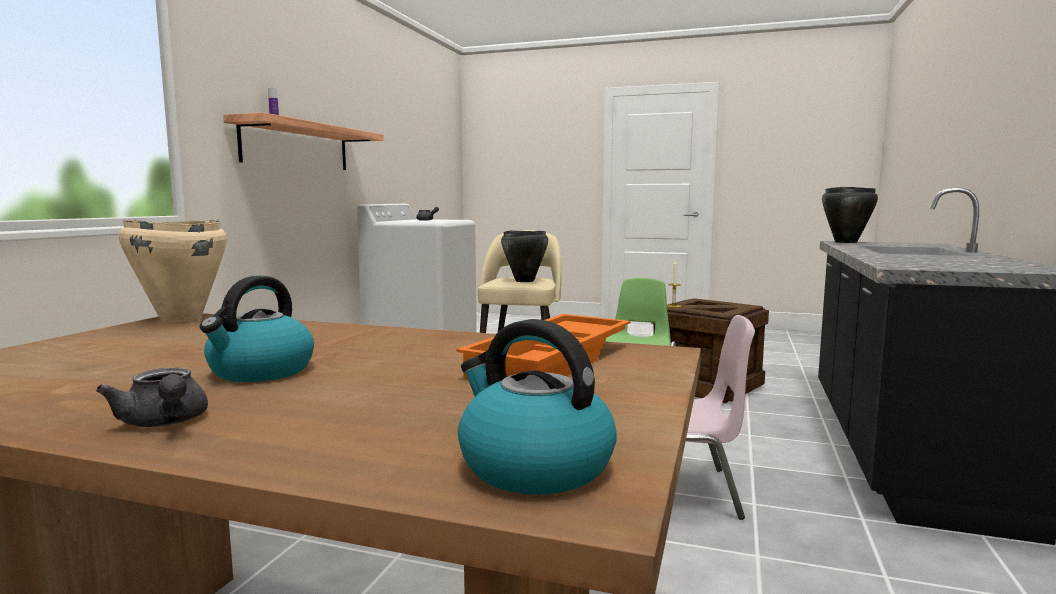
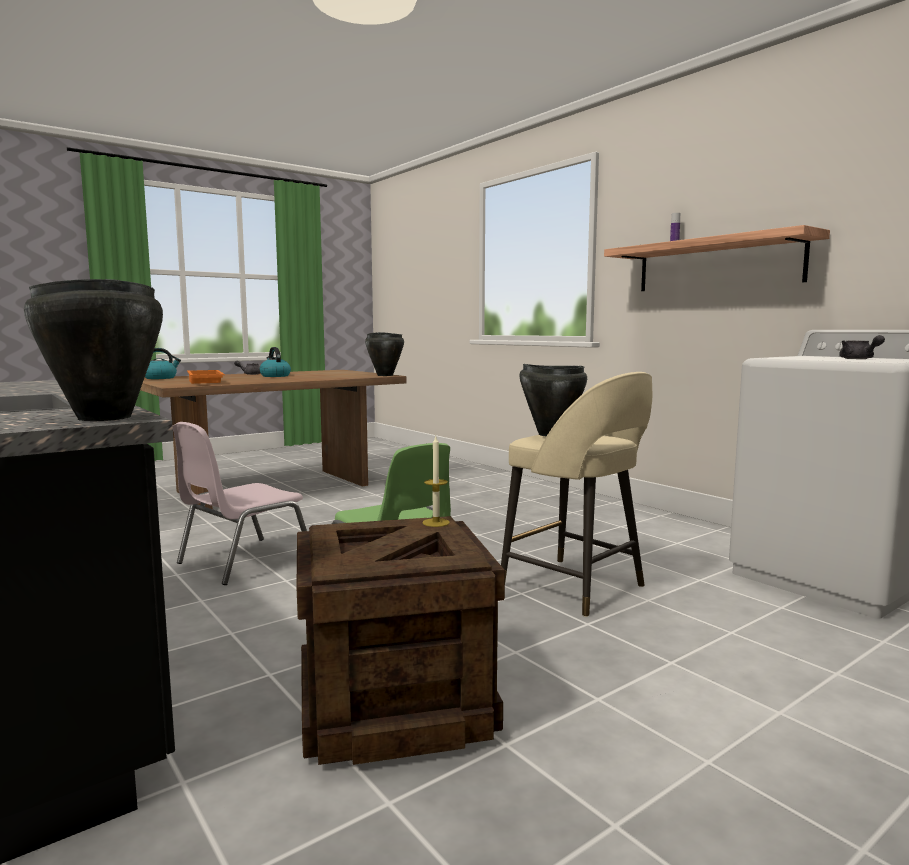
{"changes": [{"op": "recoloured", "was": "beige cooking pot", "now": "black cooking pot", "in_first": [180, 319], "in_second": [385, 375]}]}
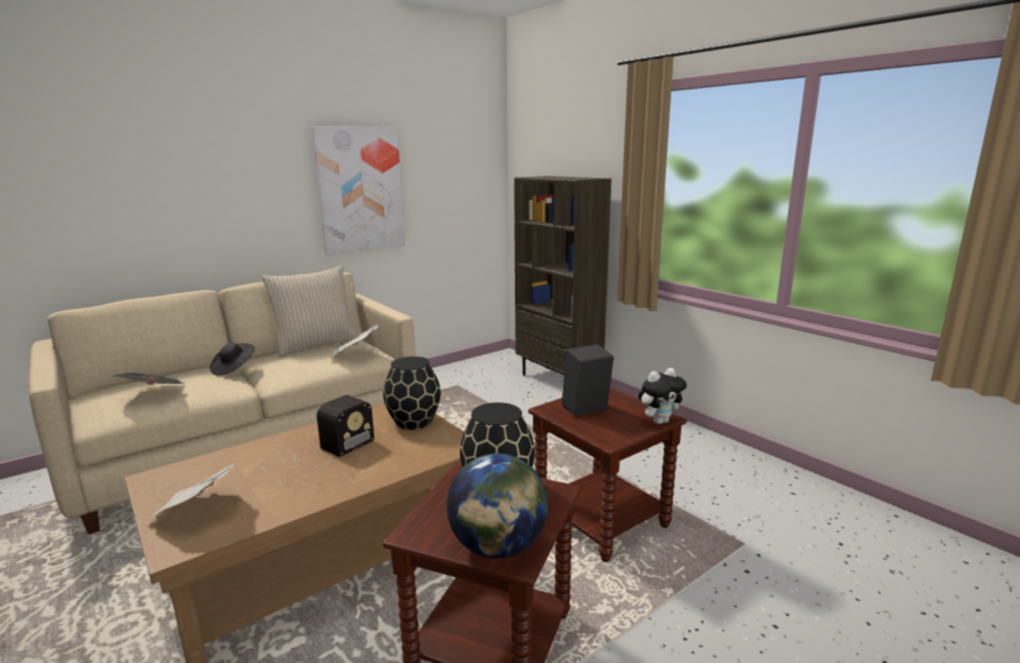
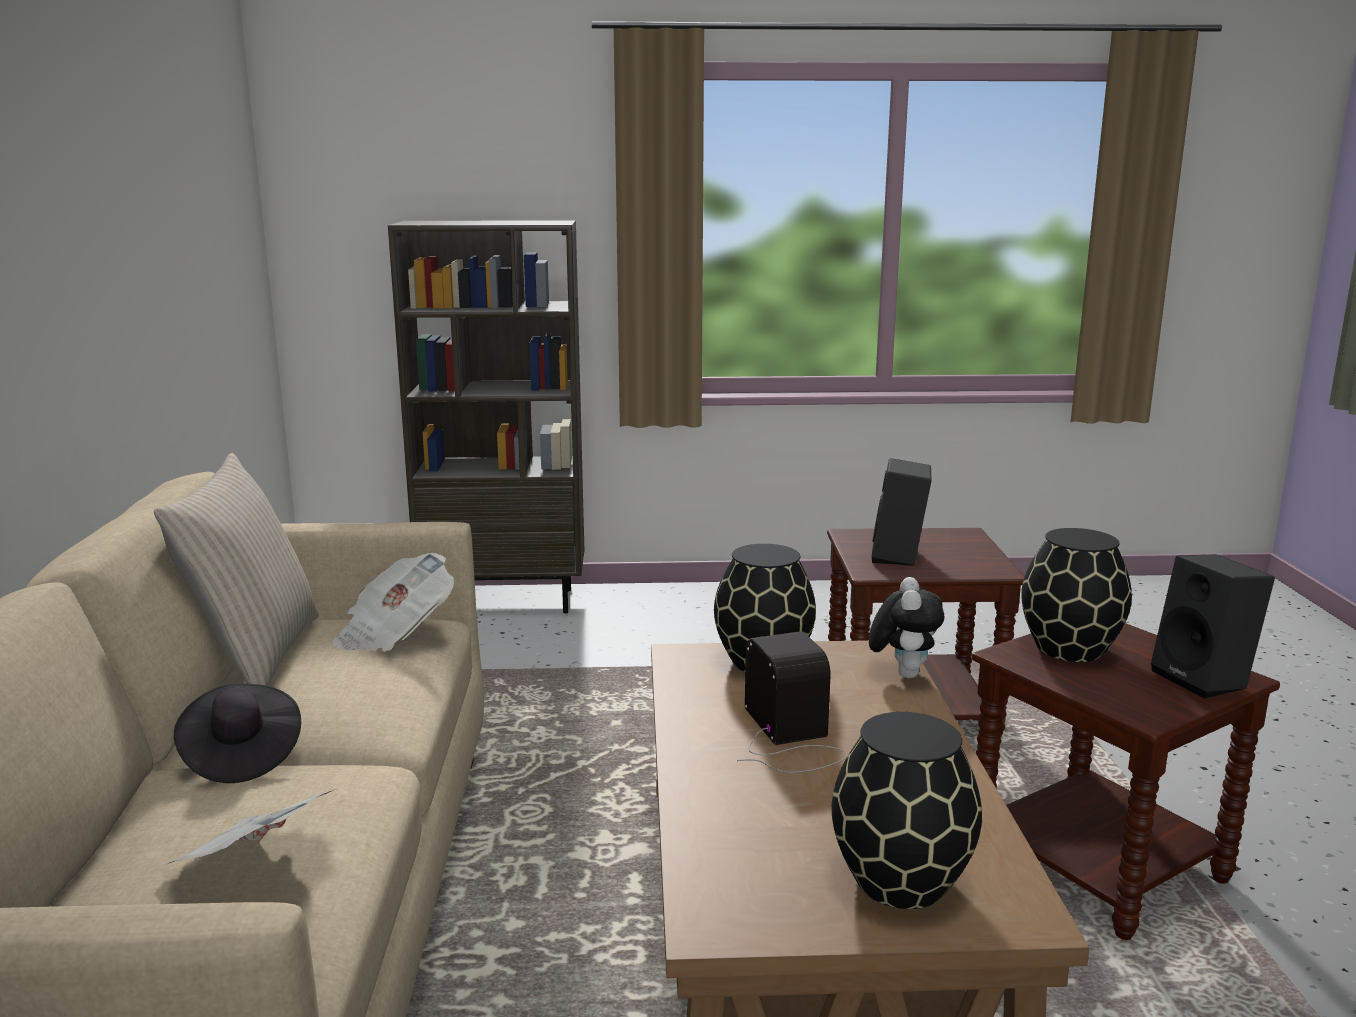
{"changes": [{"op": "replaced", "was": "newspaper", "now": "black vase", "in_first": [198, 509], "in_second": [900, 882]}, {"op": "moved", "was": "plush toy", "in_first": [659, 421], "in_second": [903, 673]}, {"op": "replaced", "was": "globe", "now": "black speaker", "in_first": [498, 547], "in_second": [1205, 680]}, {"op": "removed", "was": "picture", "in_first": [360, 189]}]}
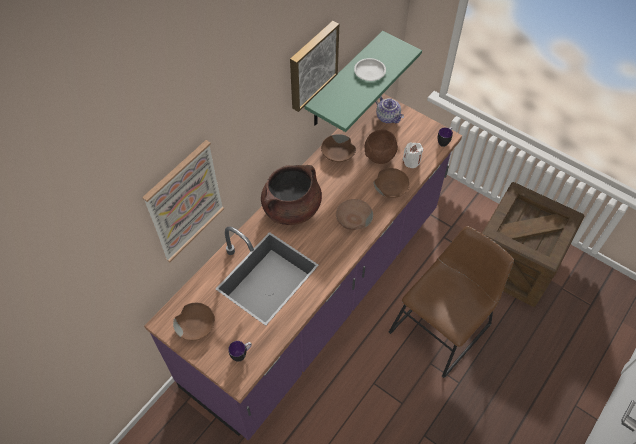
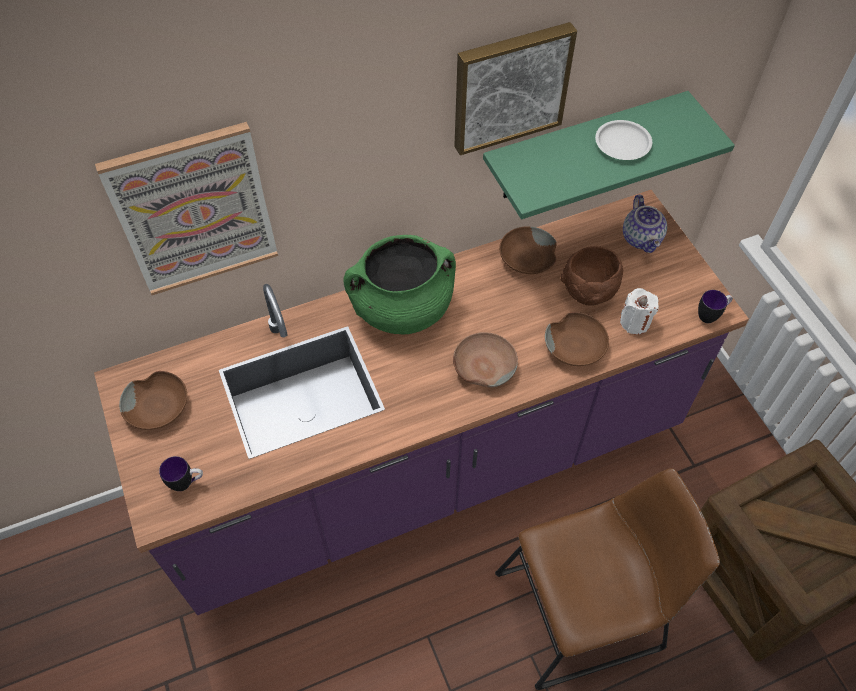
{"changes": [{"op": "recoloured", "was": "brown cooking pot", "now": "green cooking pot", "in_first": [291, 209], "in_second": [402, 308]}]}
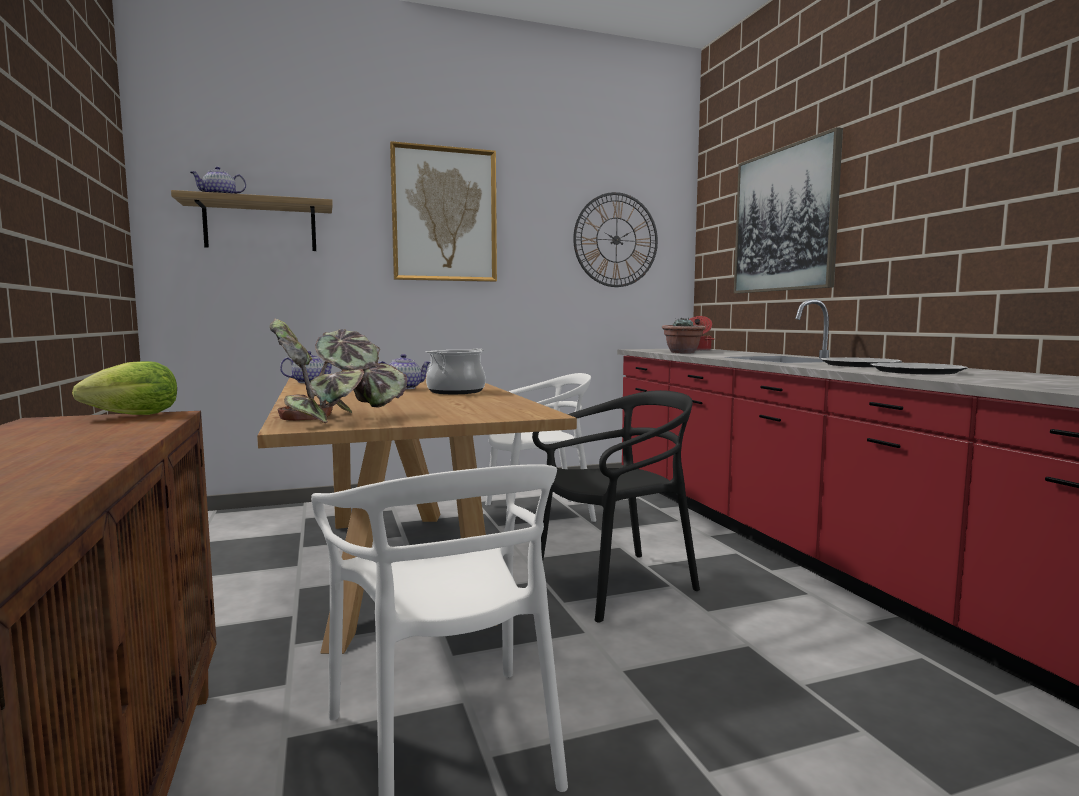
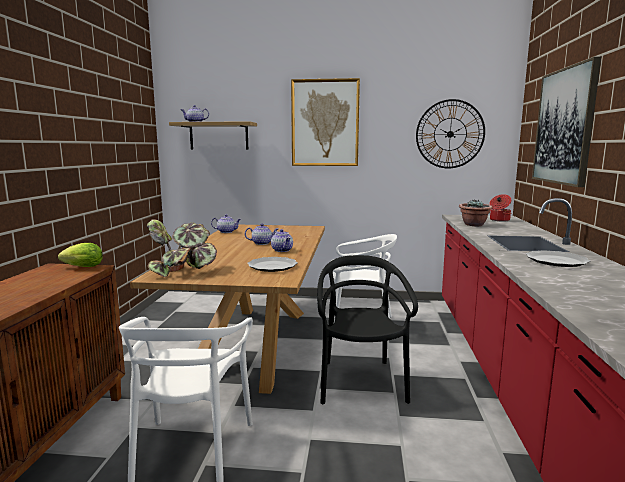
{"changes": [{"op": "moved", "was": "plate", "in_first": [917, 371], "in_second": [272, 266]}, {"op": "replaced", "was": "cooking pot", "now": "teapot", "in_first": [456, 391], "in_second": [282, 250]}, {"op": "turned", "was": "black chair", "in_first": [615, 583], "in_second": [360, 382], "clockwise": -90}]}
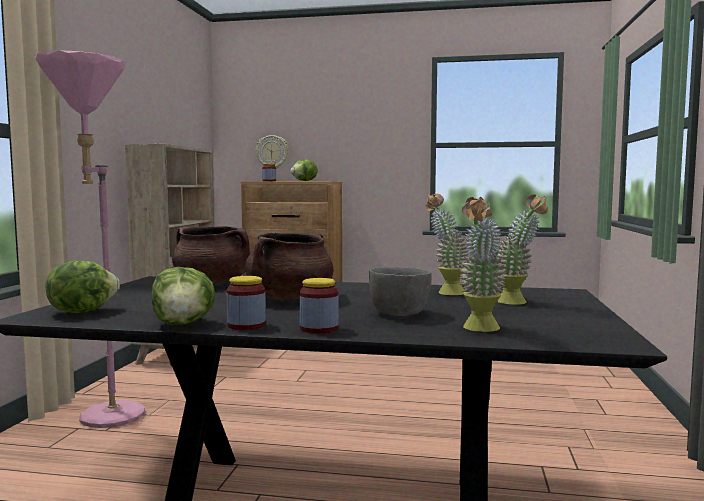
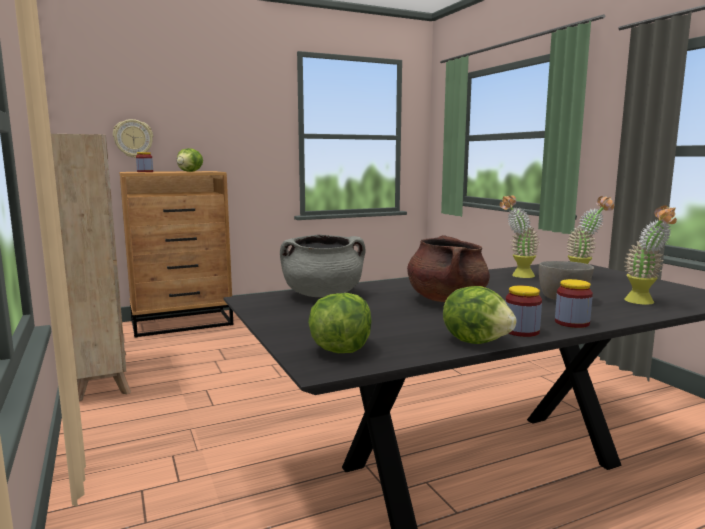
{"changes": [{"op": "recoloured", "was": "brown cooking pot", "now": "grey cooking pot", "in_first": [213, 283], "in_second": [323, 295]}, {"op": "removed", "was": "pink floor lamp", "in_first": [103, 421]}]}
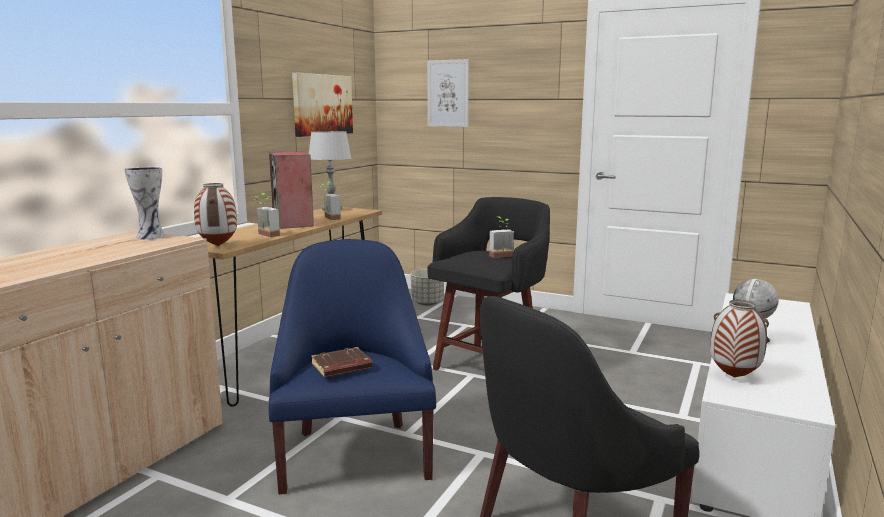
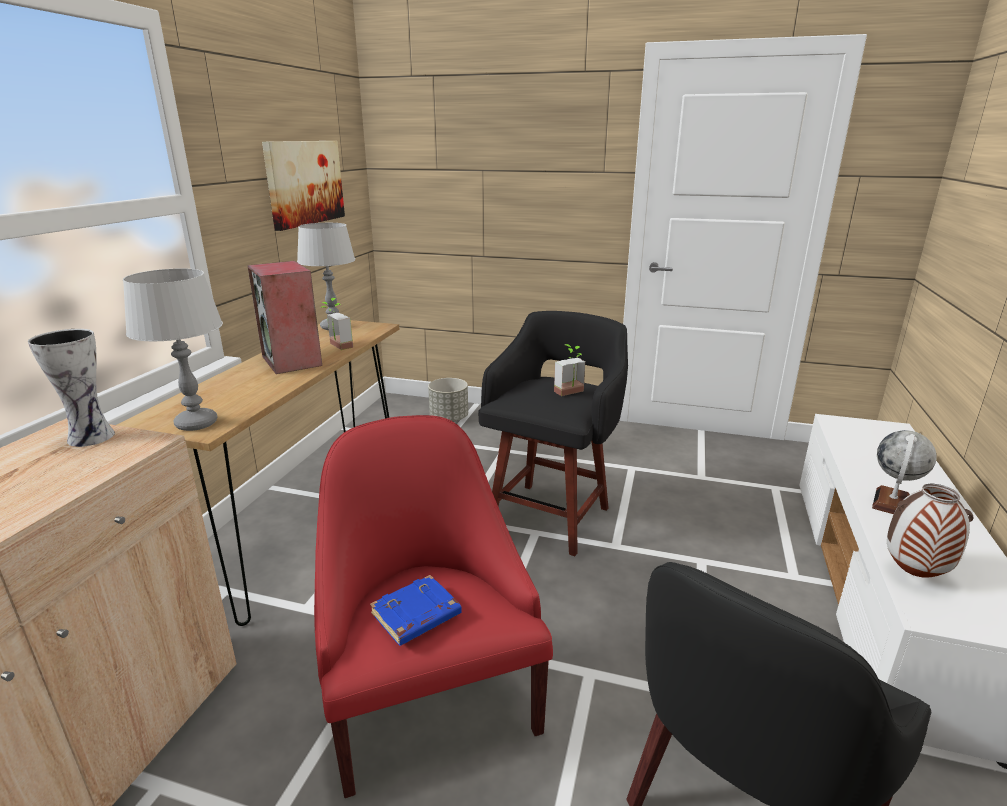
{"changes": [{"op": "replaced", "was": "vase", "now": "grey table lamp", "in_first": [217, 246], "in_second": [196, 423]}, {"op": "recoloured", "was": "blue armchair", "now": "red armchair", "in_first": [354, 454], "in_second": [429, 697]}, {"op": "recoloured", "was": "brown book", "now": "blue book", "in_first": [341, 367], "in_second": [416, 616]}, {"op": "removed", "was": "potted plant", "in_first": [264, 235]}, {"op": "removed", "was": "picture", "in_first": [448, 93]}]}
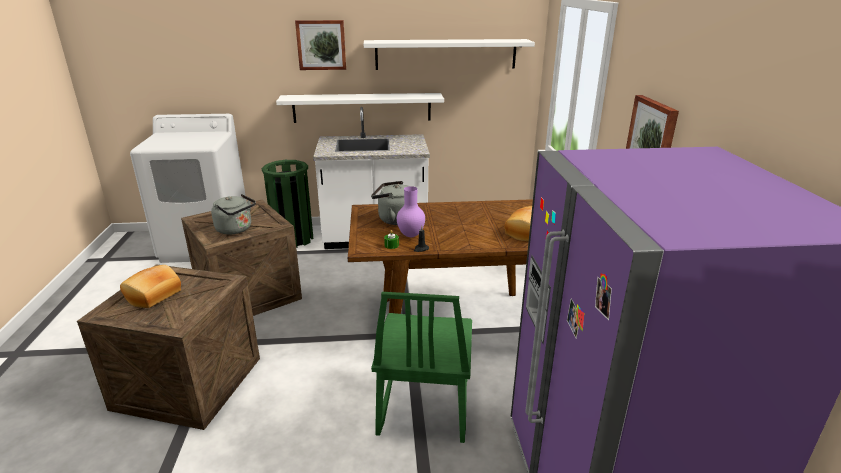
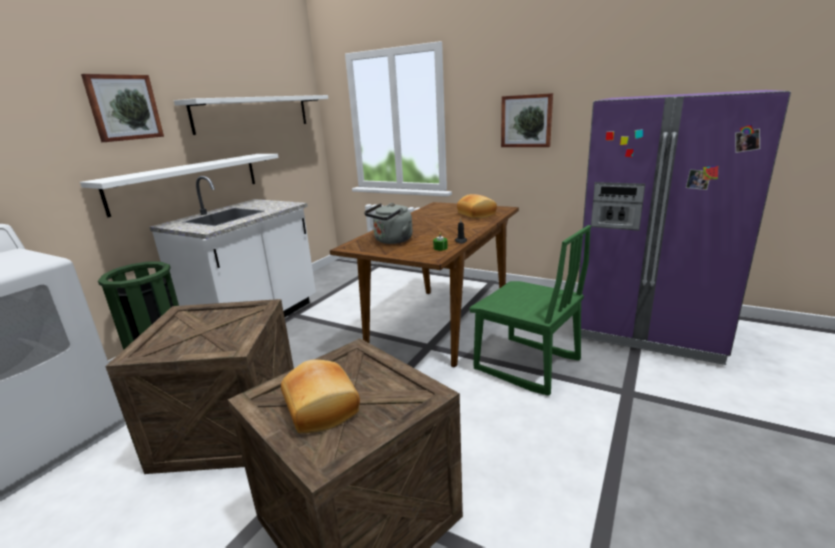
{"changes": [{"op": "removed", "was": "grey kettle", "in_first": [236, 229]}, {"op": "removed", "was": "purple vase", "in_first": [410, 235]}]}
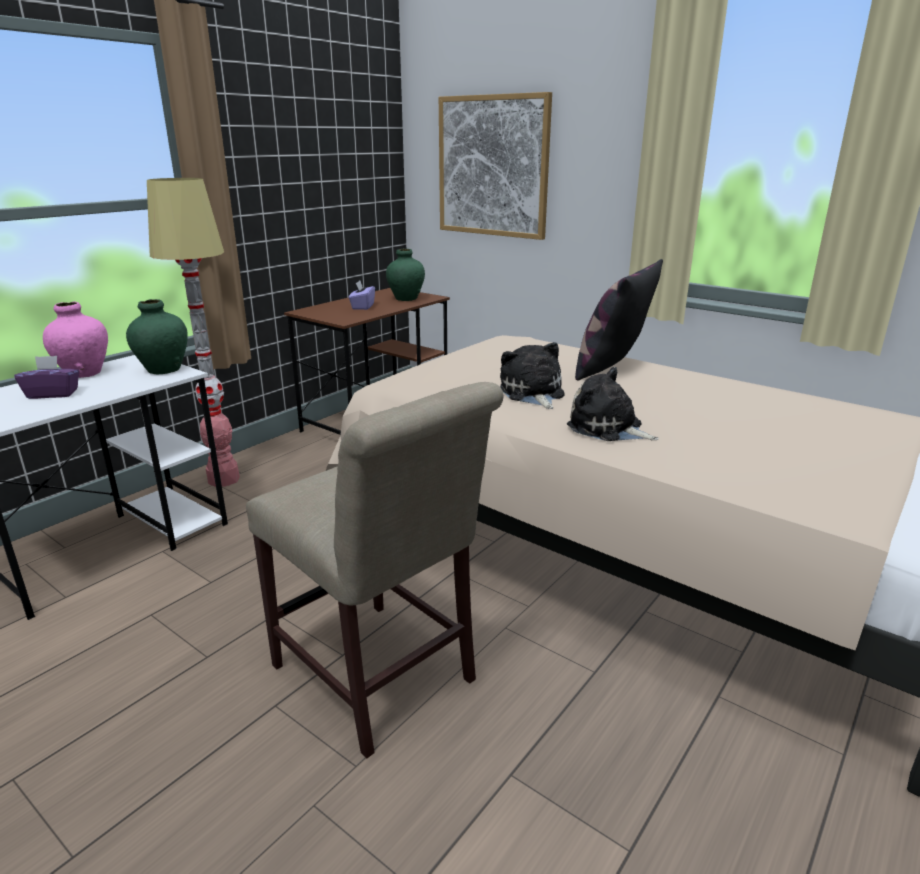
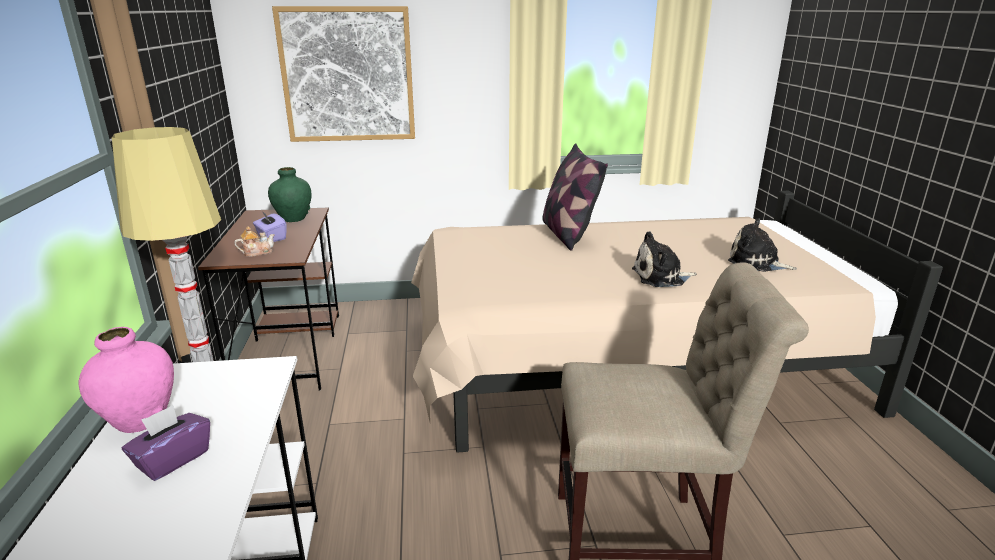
{"changes": [{"op": "added", "now": "teapot", "in_second": [257, 252]}, {"op": "moved", "was": "plush toy", "in_first": [532, 393], "in_second": [756, 262]}, {"op": "removed", "was": "green vase", "in_first": [163, 370]}]}
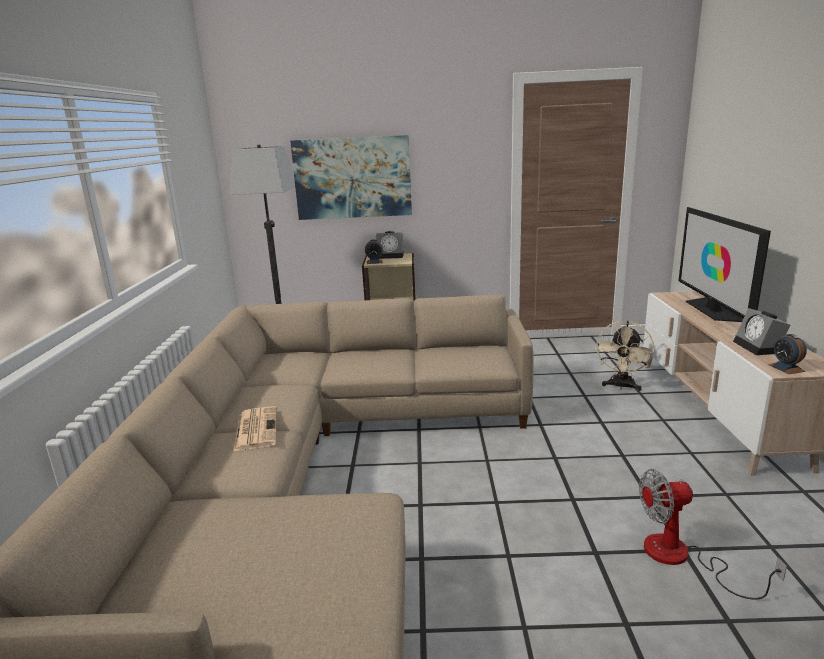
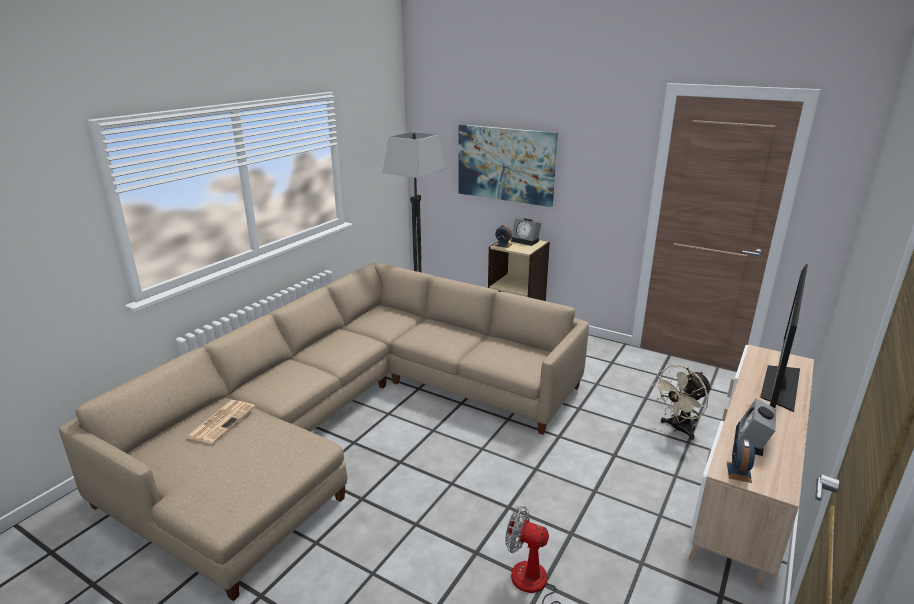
{"changes": [{"op": "moved", "was": "newspaper", "in_first": [256, 428], "in_second": [221, 421]}]}
